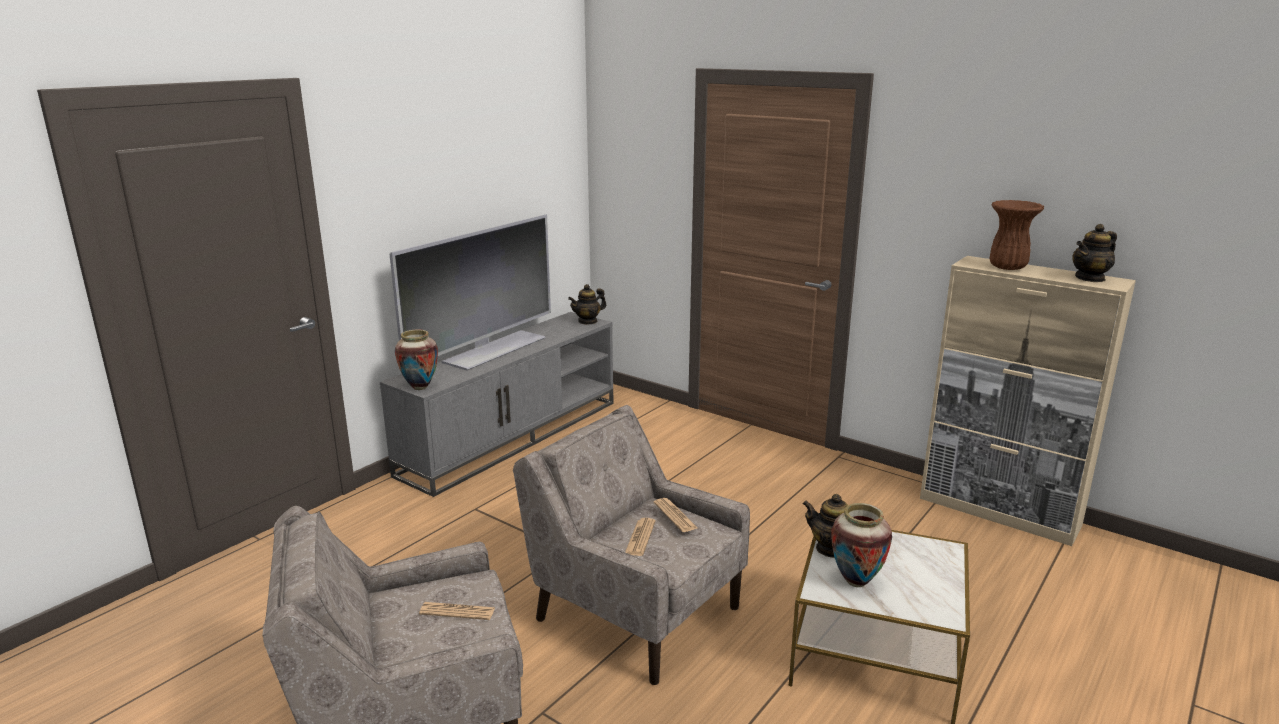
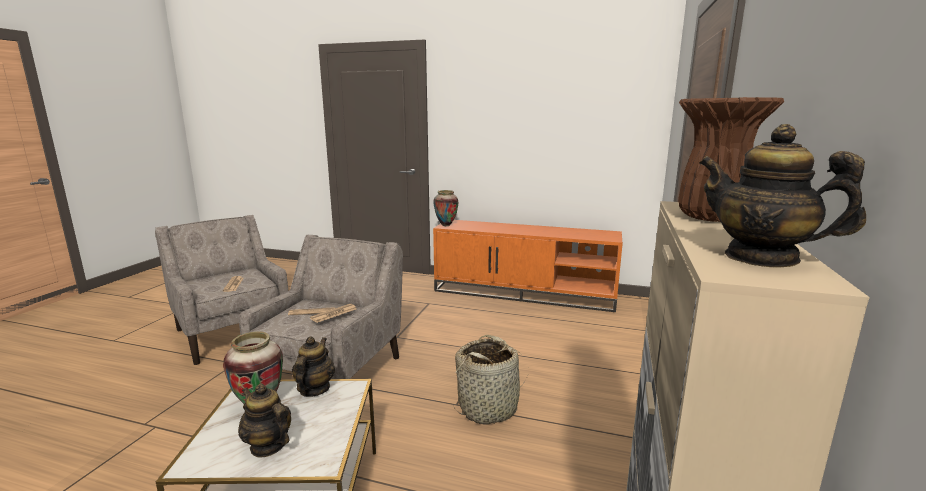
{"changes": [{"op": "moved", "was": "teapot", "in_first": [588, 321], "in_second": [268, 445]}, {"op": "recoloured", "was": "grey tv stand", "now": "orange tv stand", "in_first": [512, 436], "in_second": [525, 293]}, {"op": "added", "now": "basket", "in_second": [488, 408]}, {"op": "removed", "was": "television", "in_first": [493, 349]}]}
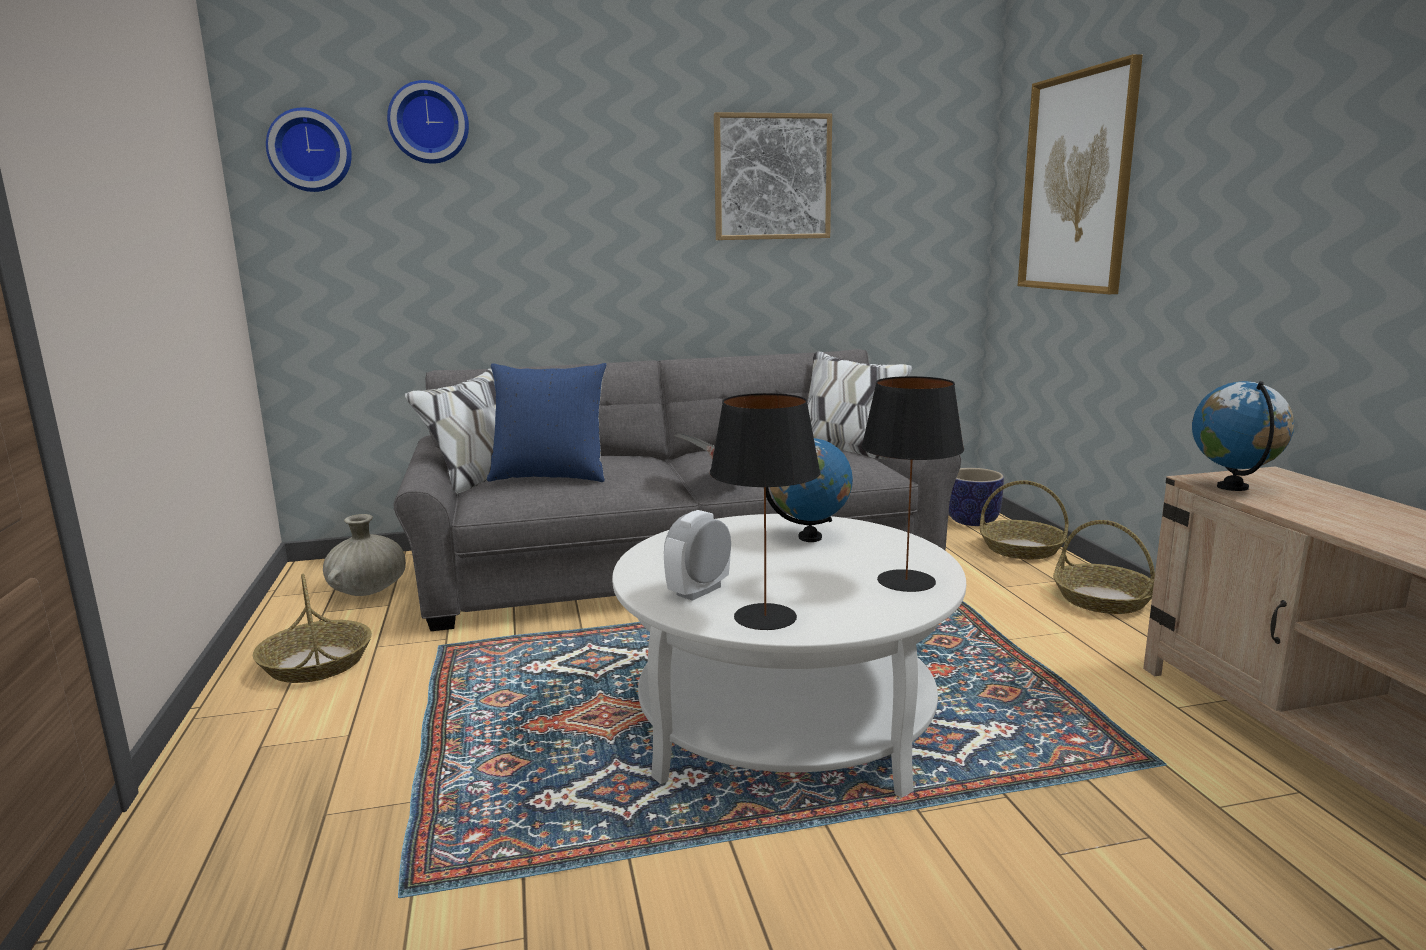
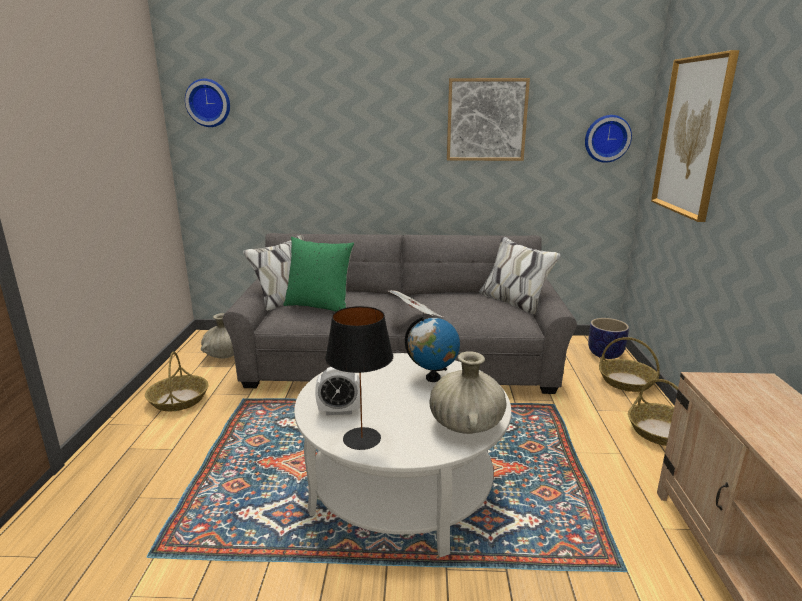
{"changes": [{"op": "recoloured", "was": "blue pillow", "now": "green pillow", "in_first": [550, 476], "in_second": [319, 306]}, {"op": "turned", "was": "alarm clock", "in_first": [699, 591], "in_second": [339, 411], "clockwise": -150}, {"op": "replaced", "was": "black table lamp", "now": "beige vase", "in_first": [907, 581], "in_second": [466, 424]}, {"op": "moved", "was": "wall clock", "in_first": [429, 123], "in_second": [606, 138]}, {"op": "removed", "was": "globe", "in_first": [1233, 487]}]}
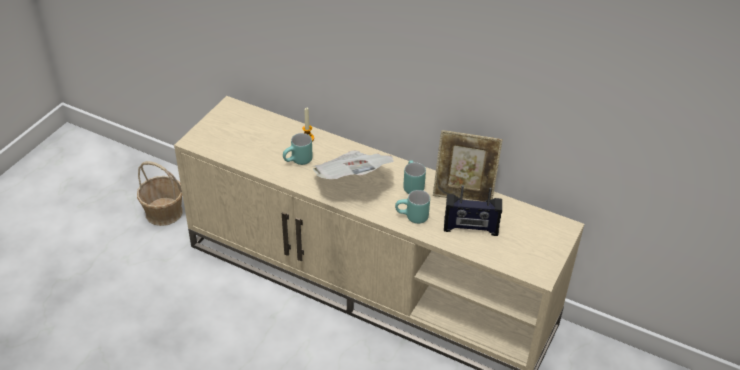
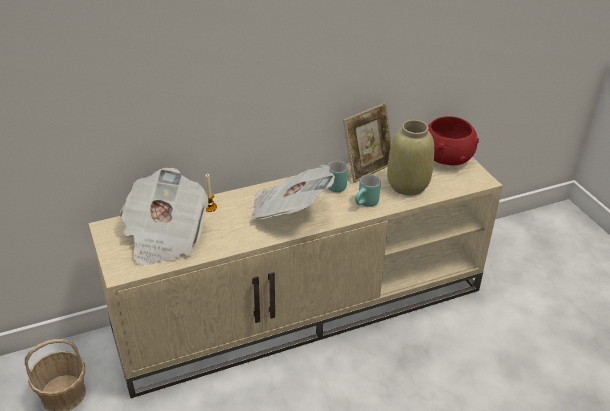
{"changes": [{"op": "added", "now": "newspaper", "in_second": [165, 236]}, {"op": "replaced", "was": "radio", "now": "beige vase", "in_first": [470, 228], "in_second": [407, 185]}, {"op": "added", "now": "red bowl", "in_second": [447, 157]}, {"op": "removed", "was": "turquoise mug", "in_first": [298, 162]}]}
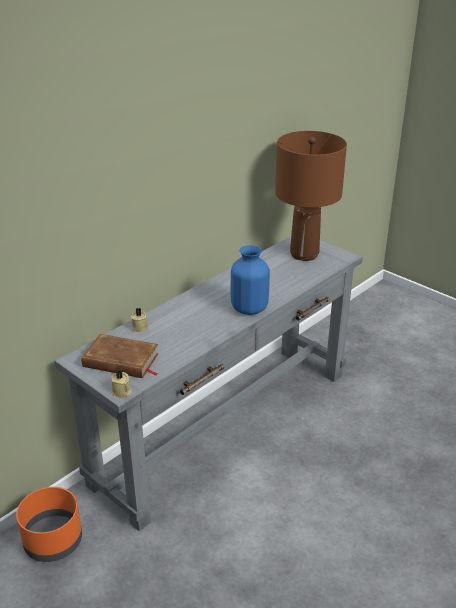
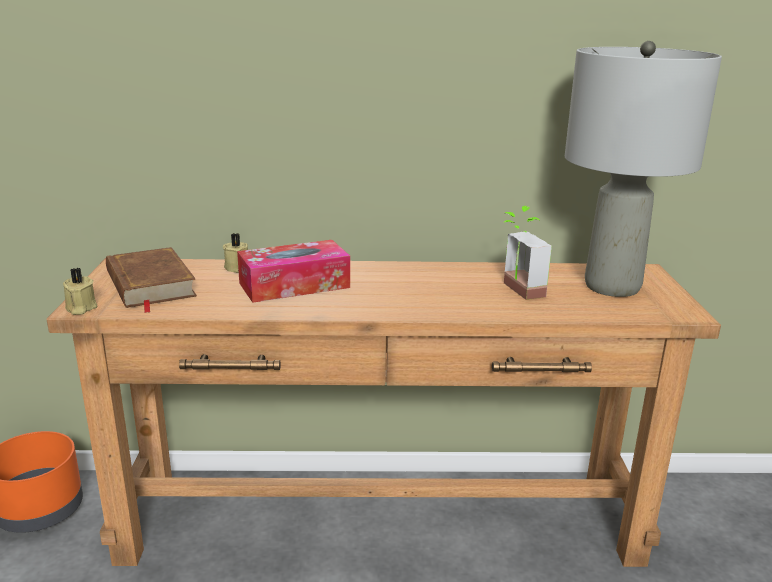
{"changes": [{"op": "recoloured", "was": "grey console table", "now": "brown console table", "in_first": [225, 426], "in_second": [381, 520]}, {"op": "added", "now": "tissue box", "in_second": [294, 285]}, {"op": "added", "now": "potted plant", "in_second": [515, 291]}, {"op": "recoloured", "was": "brown table lamp", "now": "grey table lamp", "in_first": [305, 254], "in_second": [613, 287]}, {"op": "removed", "was": "blue vase", "in_first": [249, 309]}]}
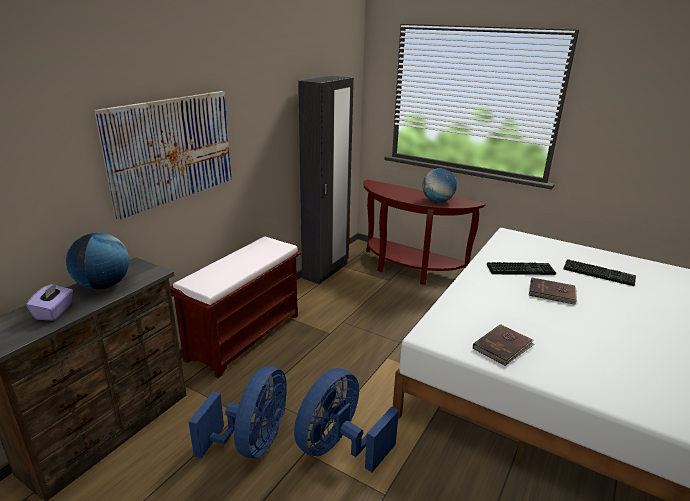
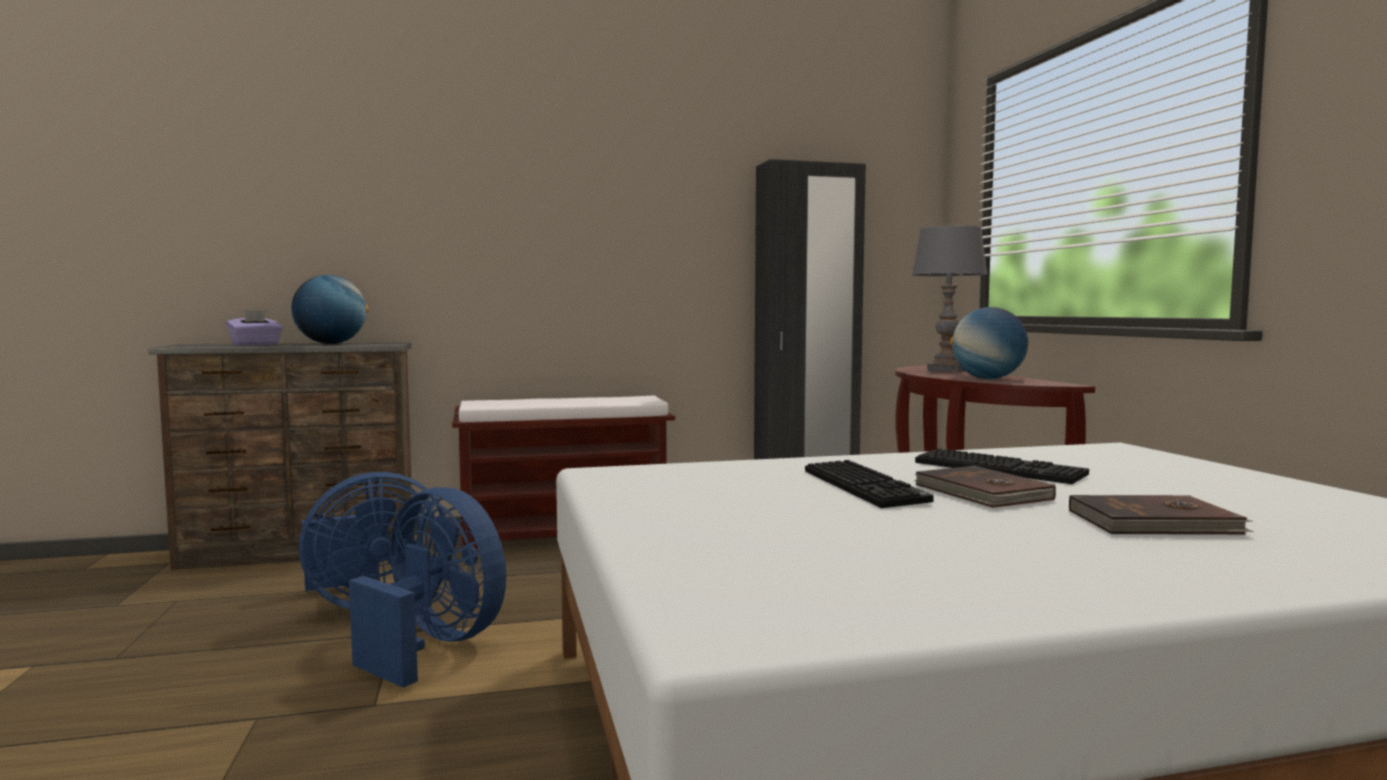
{"changes": [{"op": "turned", "was": "blue fan", "in_first": [339, 447], "in_second": [434, 646], "clockwise": 45}, {"op": "moved", "was": "keyboard", "in_first": [599, 273], "in_second": [866, 486]}, {"op": "added", "now": "grey table lamp", "in_second": [946, 370]}, {"op": "moved", "was": "brown book", "in_first": [503, 346], "in_second": [1155, 523]}, {"op": "removed", "was": "picture", "in_first": [172, 150]}]}
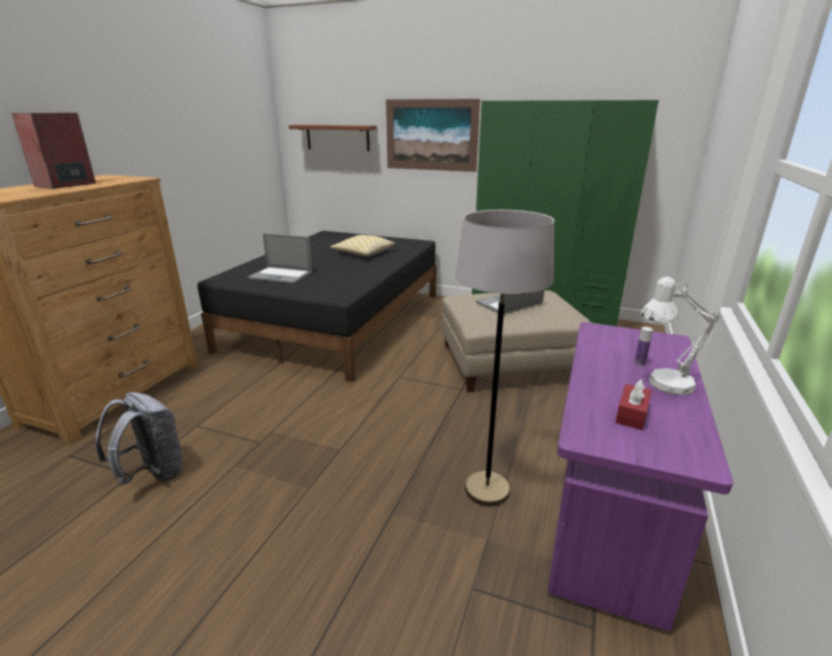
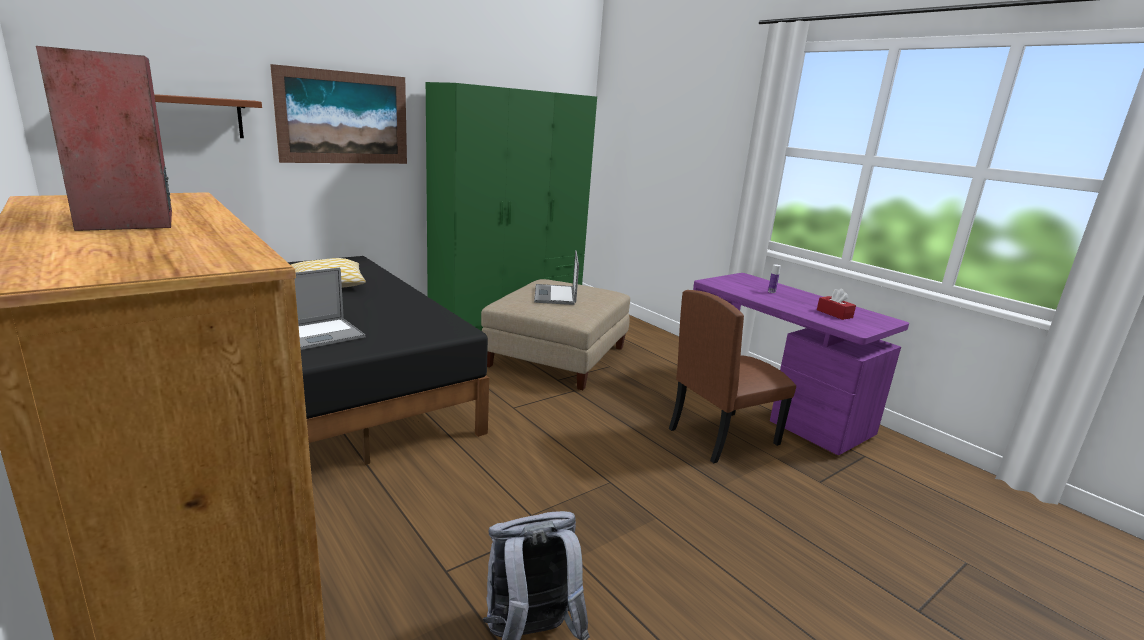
{"changes": [{"op": "replaced", "was": "grey floor lamp", "now": "brown chair", "in_first": [487, 489], "in_second": [722, 436]}, {"op": "removed", "was": "white table lamp", "in_first": [663, 385]}]}
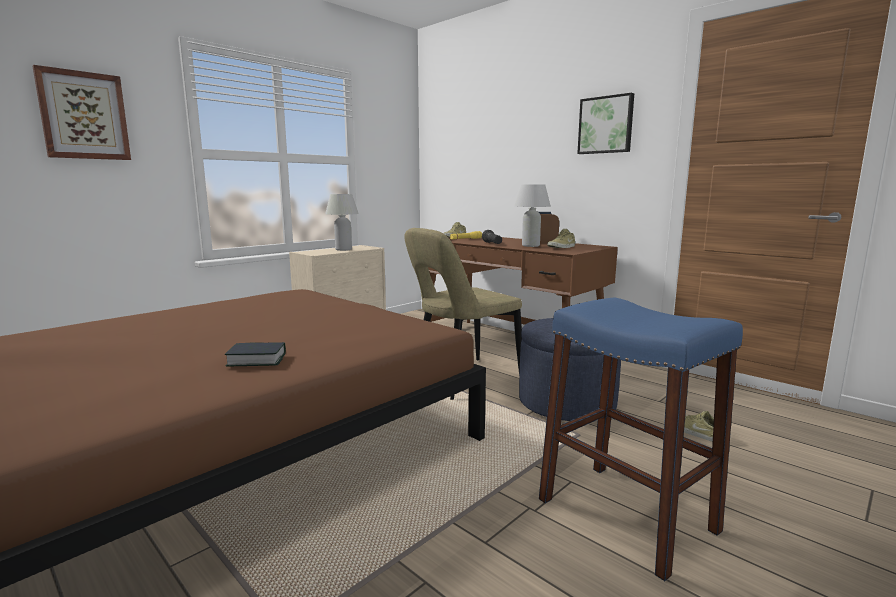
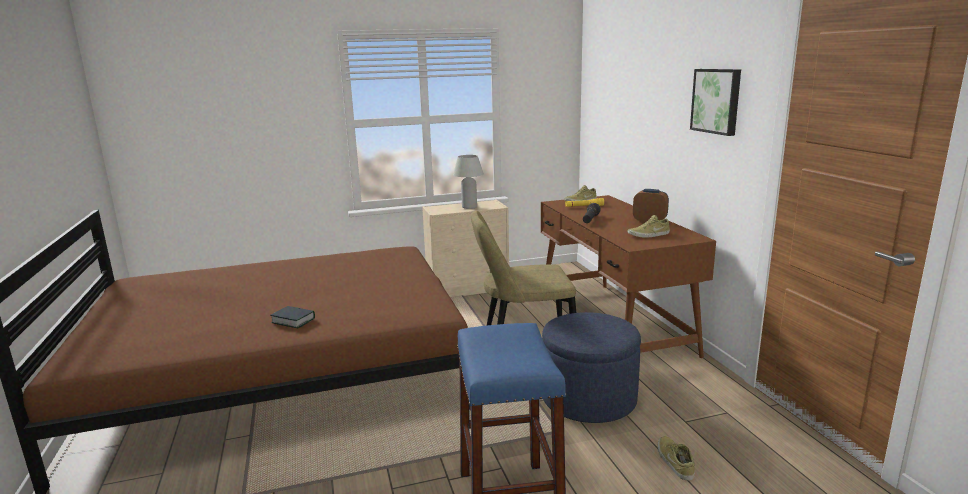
{"changes": [{"op": "removed", "was": "picture", "in_first": [84, 116]}, {"op": "removed", "was": "white table lamp", "in_first": [530, 246]}]}
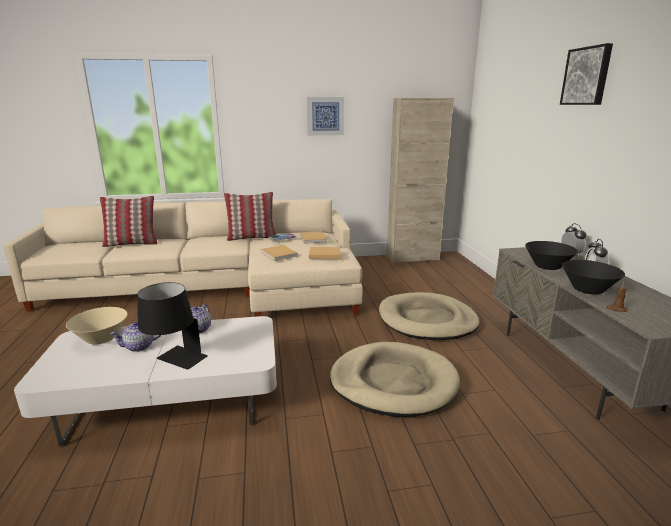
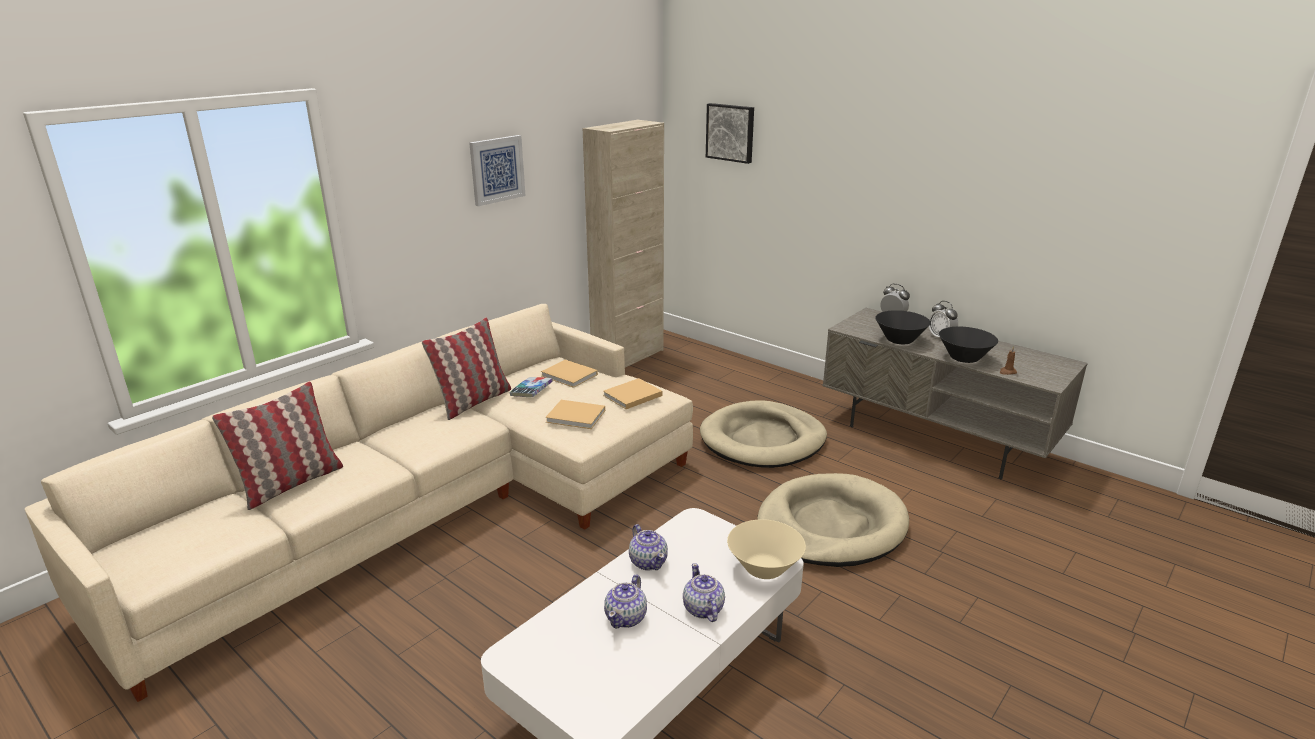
{"changes": [{"op": "replaced", "was": "black table lamp", "now": "teapot", "in_first": [175, 362], "in_second": [703, 609]}, {"op": "moved", "was": "picture", "in_first": [587, 76], "in_second": [731, 132]}, {"op": "moved", "was": "beige bowl", "in_first": [101, 338], "in_second": [764, 568]}]}
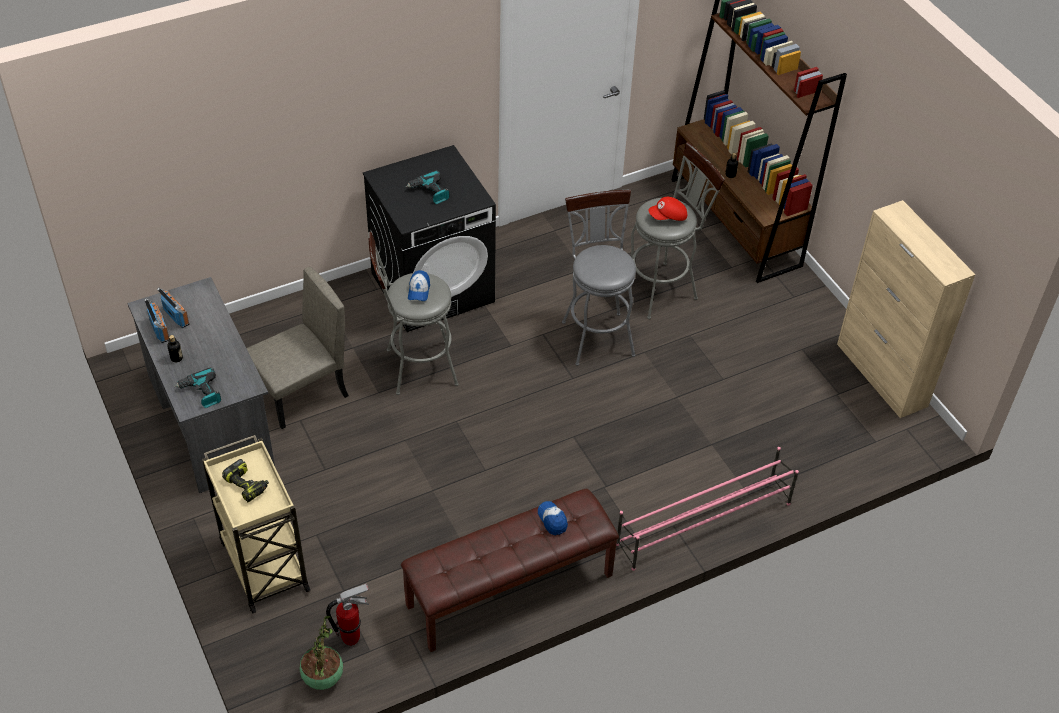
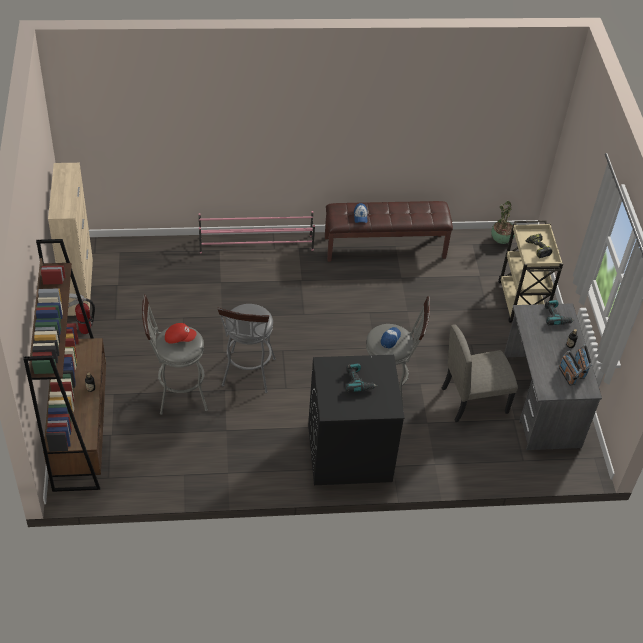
{"changes": [{"op": "moved", "was": "fire extinguisher", "in_first": [351, 638], "in_second": [84, 330]}]}
